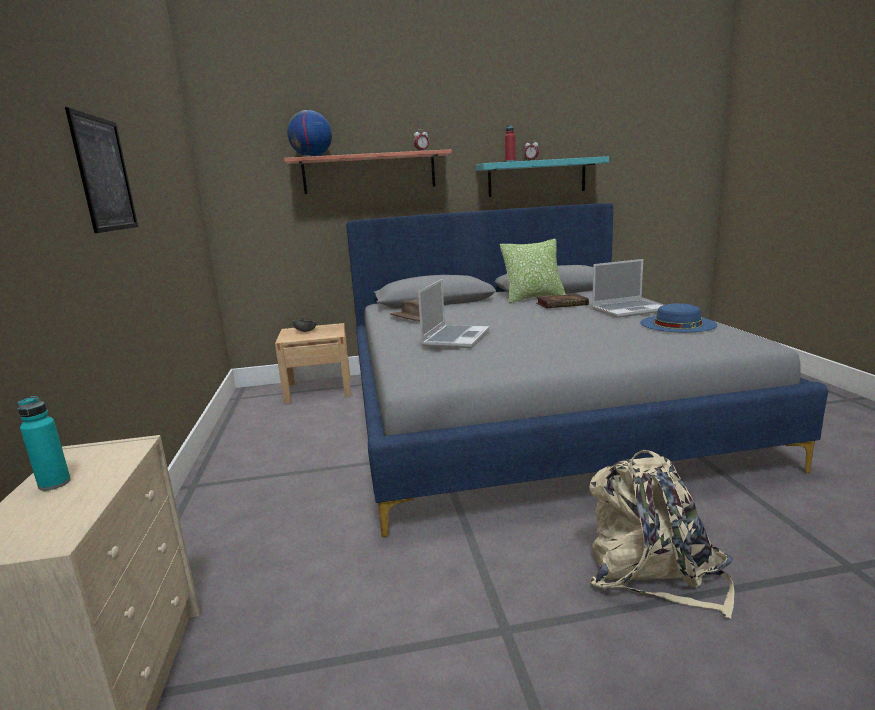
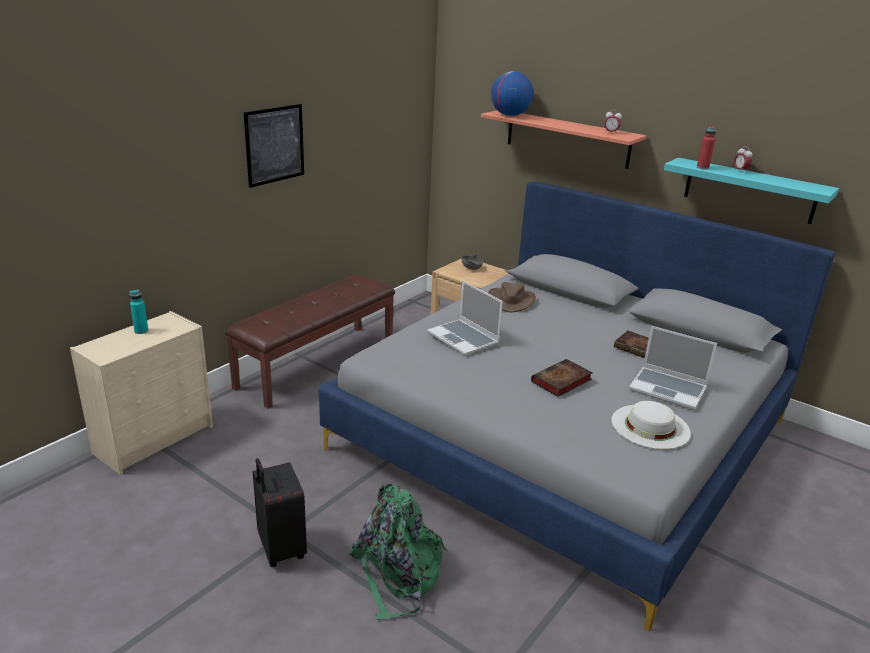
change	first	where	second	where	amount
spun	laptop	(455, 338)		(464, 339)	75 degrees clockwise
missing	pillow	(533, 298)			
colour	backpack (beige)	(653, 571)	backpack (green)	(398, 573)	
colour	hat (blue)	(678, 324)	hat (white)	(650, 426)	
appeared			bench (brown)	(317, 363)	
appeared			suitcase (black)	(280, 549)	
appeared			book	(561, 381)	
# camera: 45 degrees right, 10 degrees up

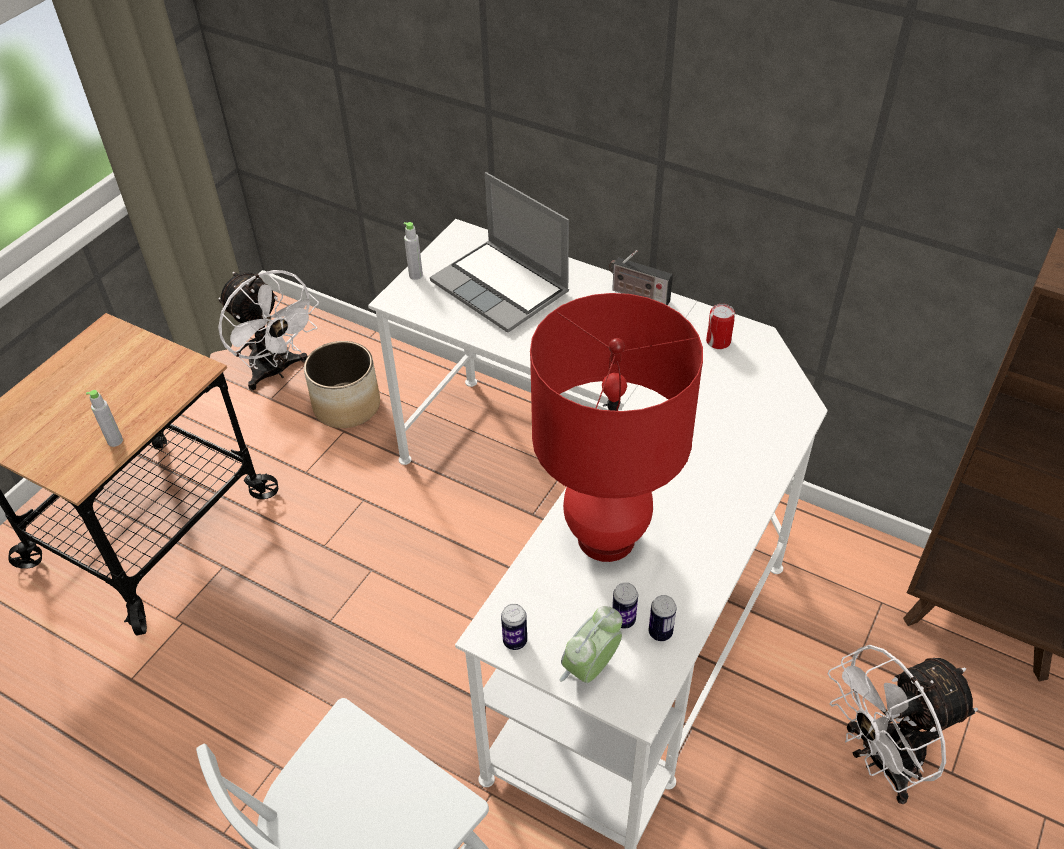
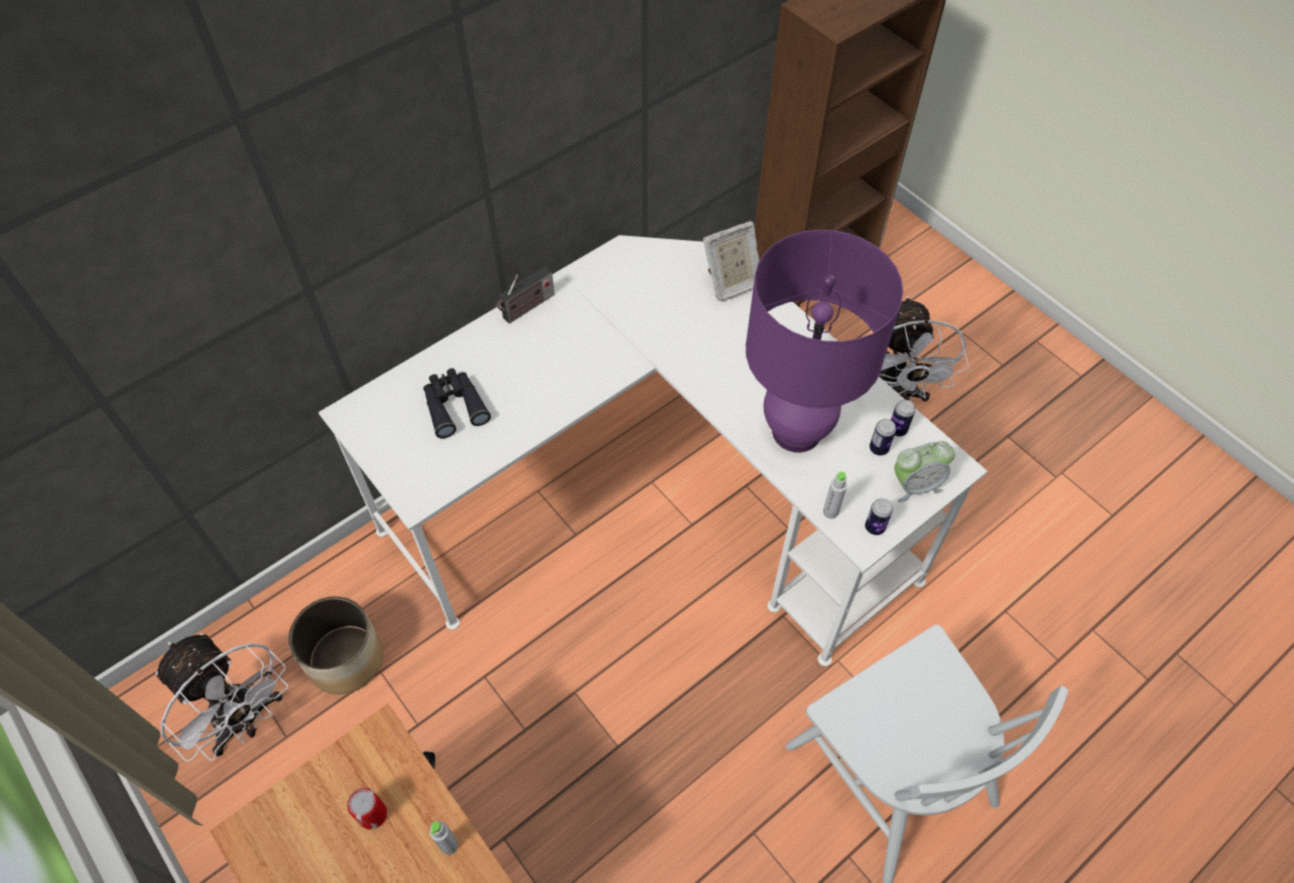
change	first	where	second	where	amount
spun	fan (white)	(276, 371)		(245, 721)	60 degrees clockwise
relocated	bottle (grey)	(416, 275)		(830, 512)	
exchanged	laptop	(502, 288)	binoculars (black)	(454, 405)	
colour	table lamp (red)	(606, 539)	table lamp (purple)	(796, 432)	
spun	alarm clock	(590, 668)		(915, 485)	75 degrees counterclockwise
relocated	can	(718, 341)		(372, 814)	
appeared			picture frame	(731, 283)	
# camera: 70 degrees left, 10 degrees up

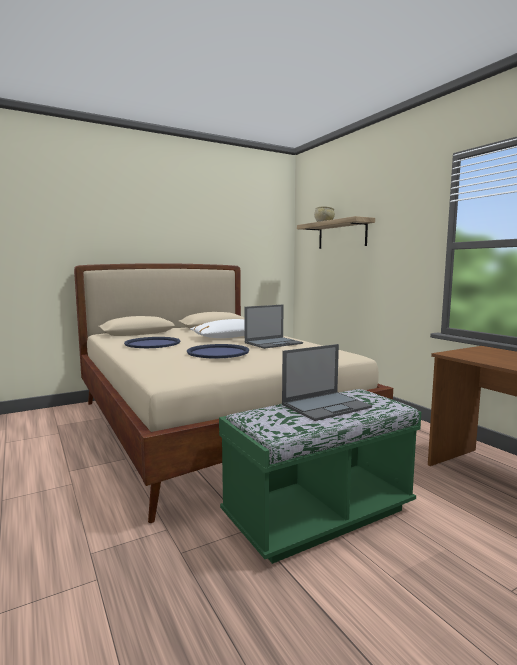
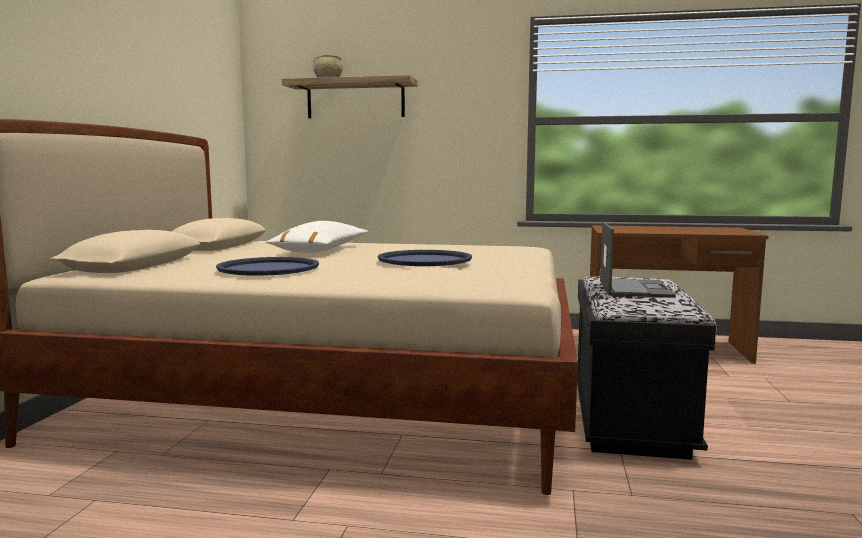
change	first	where	second	where	amount
colour	bench (green)	(319, 515)	bench (black)	(628, 416)	
missing	laptop	(274, 343)			
# camera: 50 degrees left, 0 degrees up

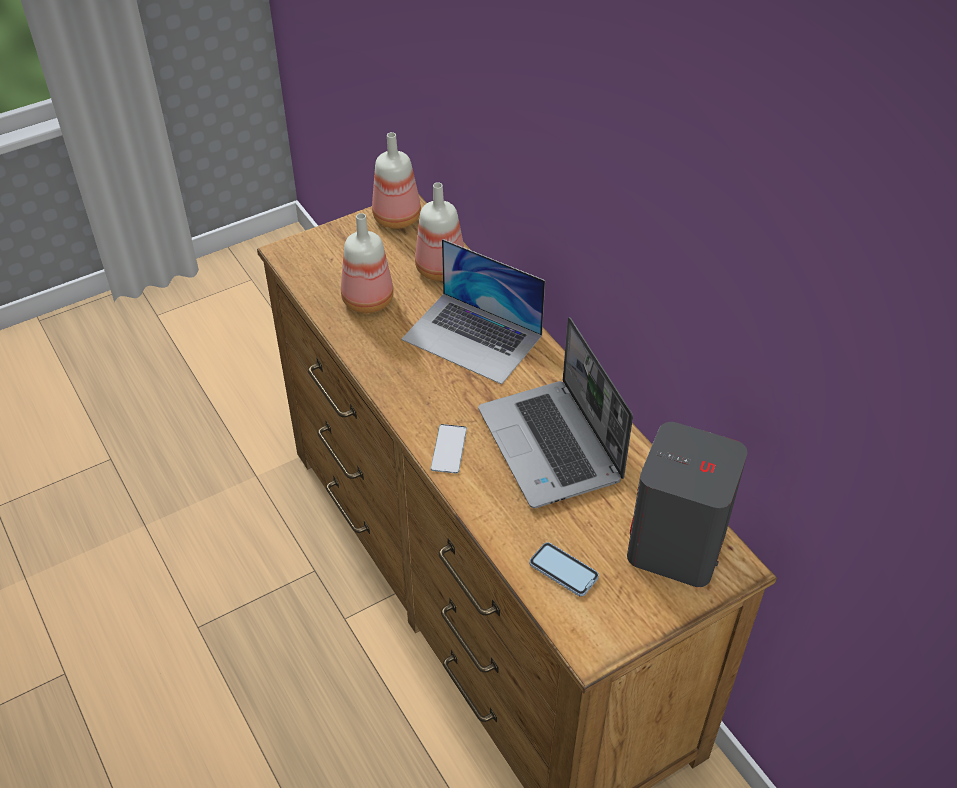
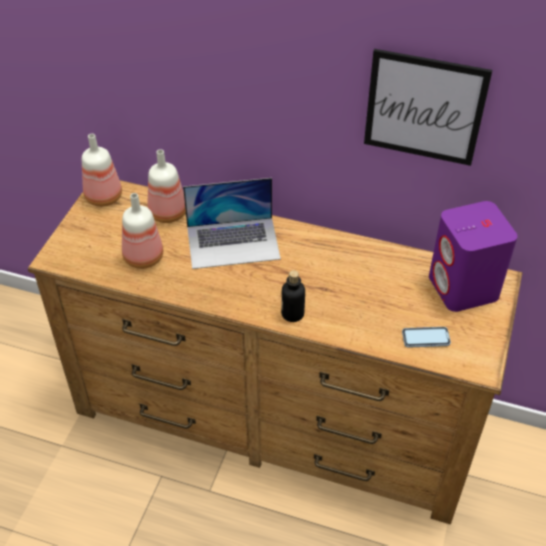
change	first	where	second	where	amount
exchanged	phone	(449, 449)	bottle	(292, 314)	
missing	laptop	(552, 446)			
colour	speaker (grey)	(676, 546)	speaker (purple)	(463, 288)	
appeared			picture	(424, 107)	
# camera: 40 degrees left, 0 degrees up

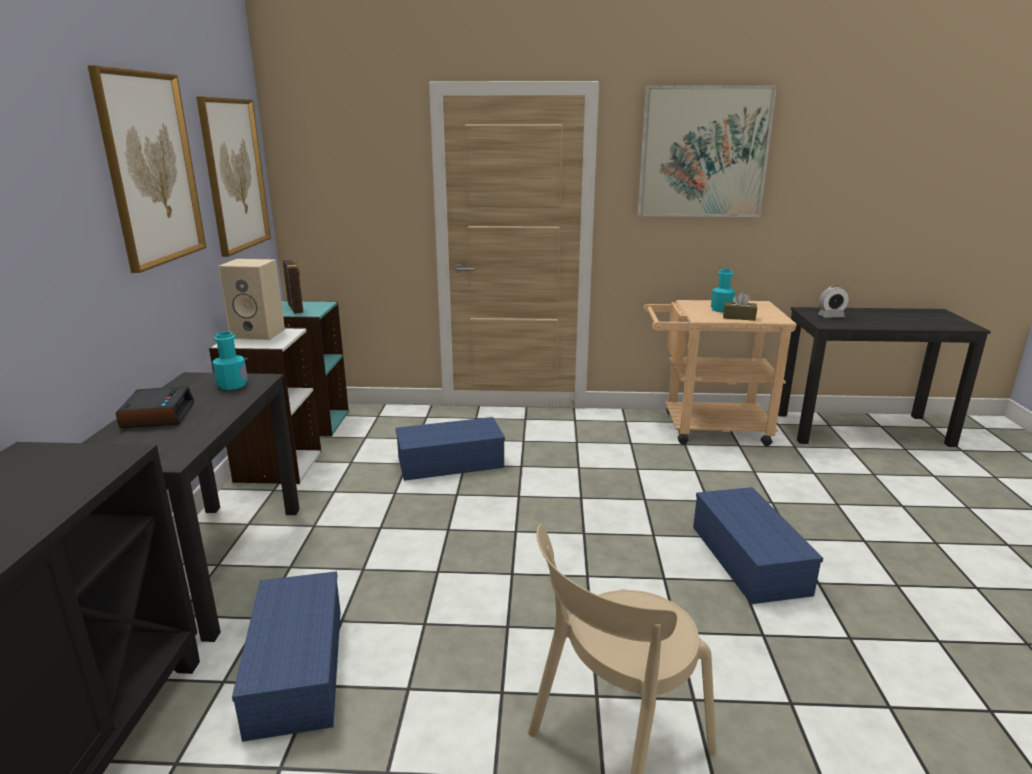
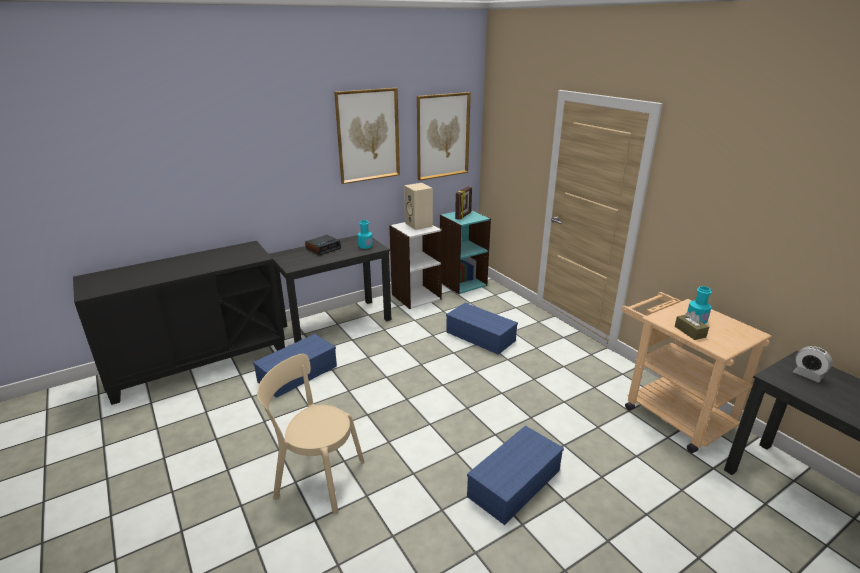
change	first	where	second	where	amount
missing	picture	(703, 152)			
# camera: 55 degrees right, 5 degrees up

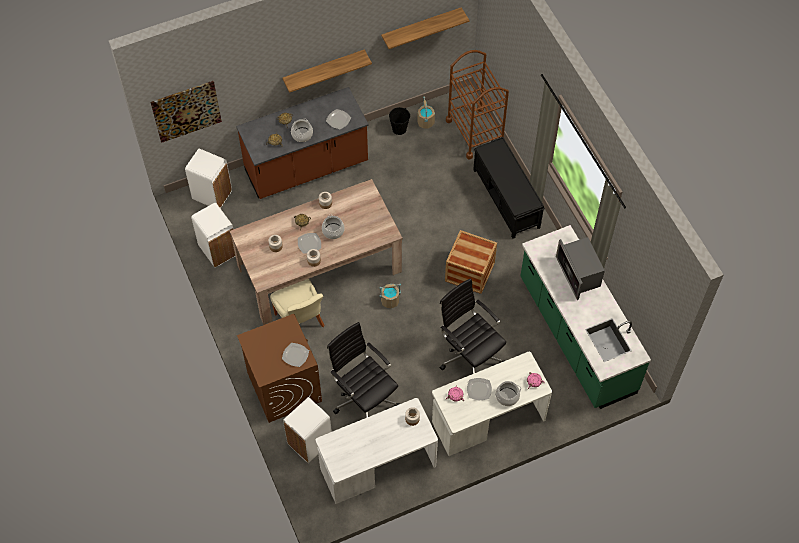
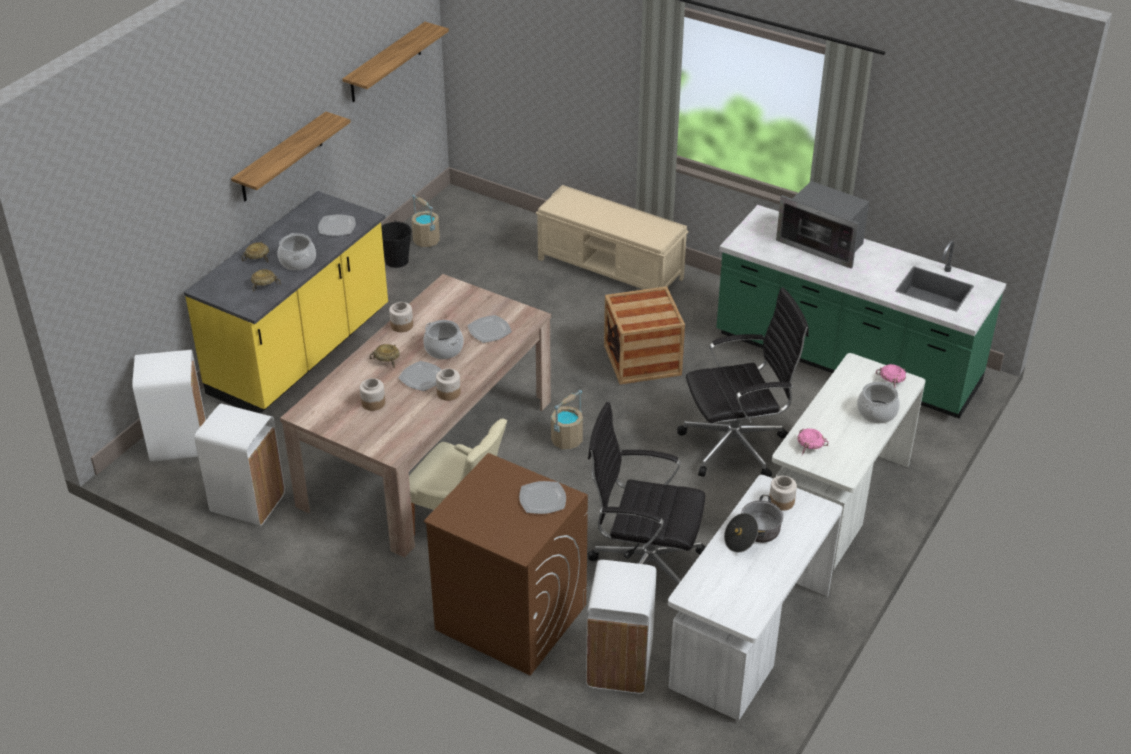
change	first	where	second	where	amount
missing	picture	(186, 111)			
colour	counter (brown)	(306, 168)	counter (yellow)	(301, 352)	
spun	office chair (black)	(469, 355)		(737, 445)	150 degrees clockwise
missing	cart (brown)	(475, 132)			
relocated	plate	(479, 389)		(489, 330)	
colour	bench (black)	(506, 199)	bench (beige)	(611, 269)	
appeared			cooking pot	(753, 535)	
# camera: 35 degrees left, 20 degrees down

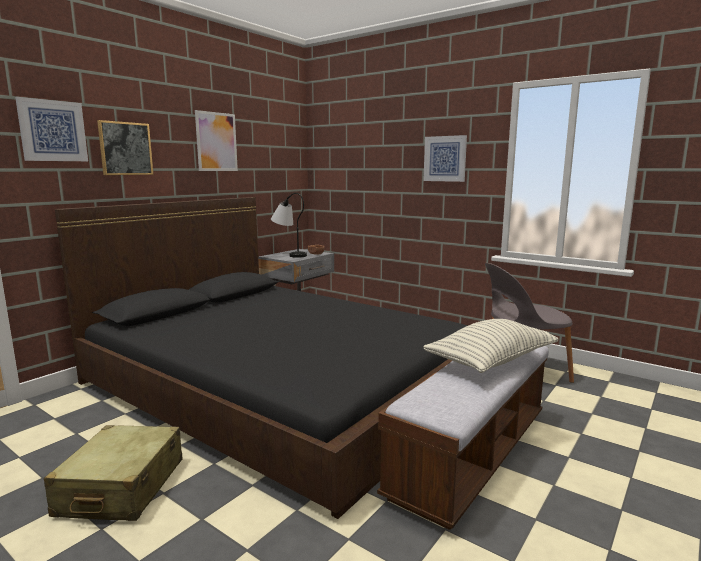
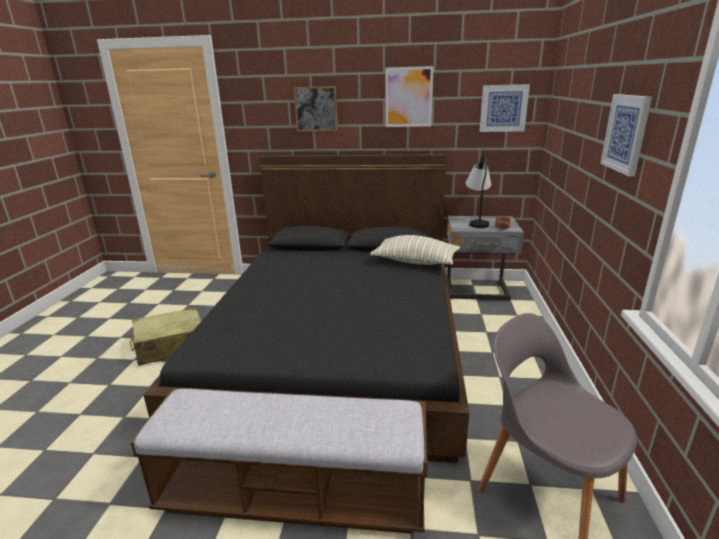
change	first	where	second	where	amount
relocated	picture	(52, 131)		(503, 108)	
relocated	pillow	(491, 361)		(415, 262)	
# camera: 60 degrees right, 10 degrees up

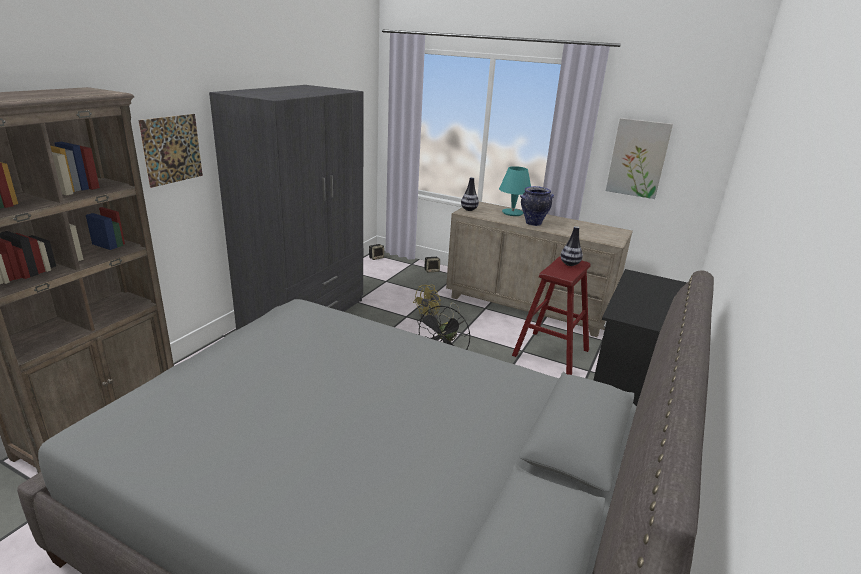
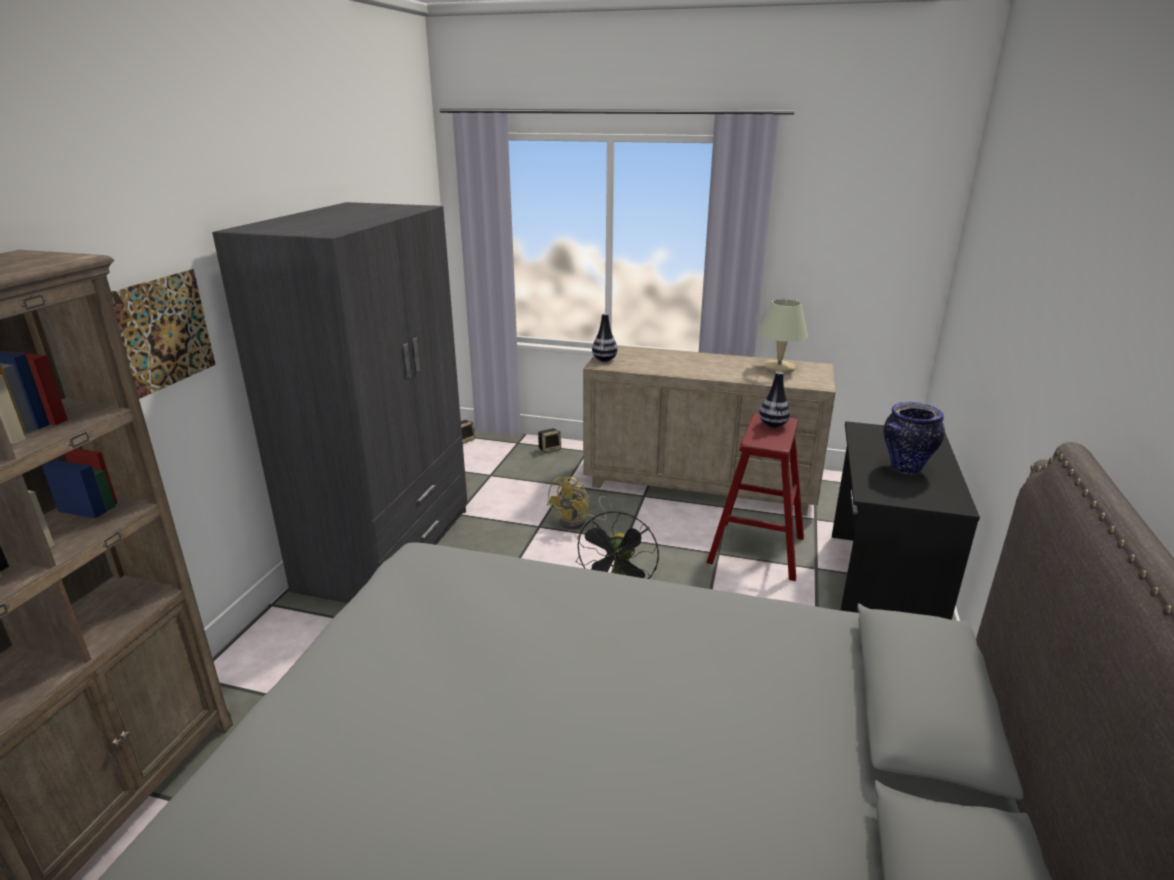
change	first	where	second	where	amount
missing	table lamp (turquoise)	(512, 213)			
relocated	vase	(533, 223)		(905, 468)	
missing	picture	(638, 158)			
appeared			table lamp (beige)	(778, 367)	
# camera: 10 degrees left, 0 degrees up

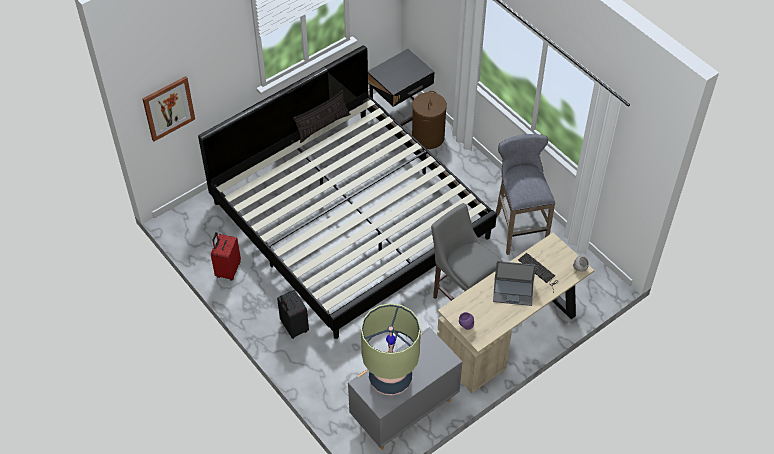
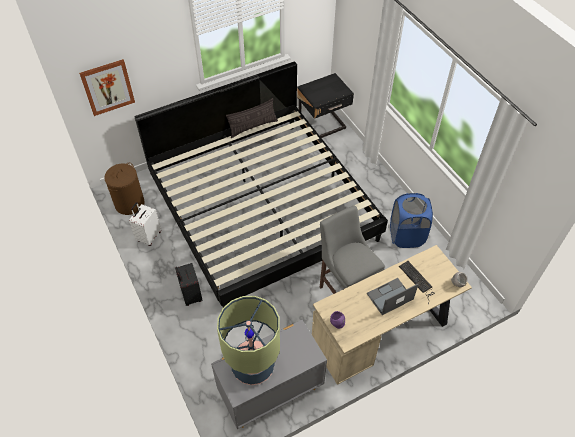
change	first	where	second	where	amount
colour	suitcase (red)	(227, 270)	suitcase (white)	(148, 236)	
relocated	laundry basket (brown)	(428, 137)		(129, 203)	
spun	laptop	(513, 291)		(389, 297)	135 degrees clockwise
exchanged	stool (grey)	(518, 228)	laundry basket (blue)	(406, 236)	
# camera: 10 degrees right, 0 degrees up

